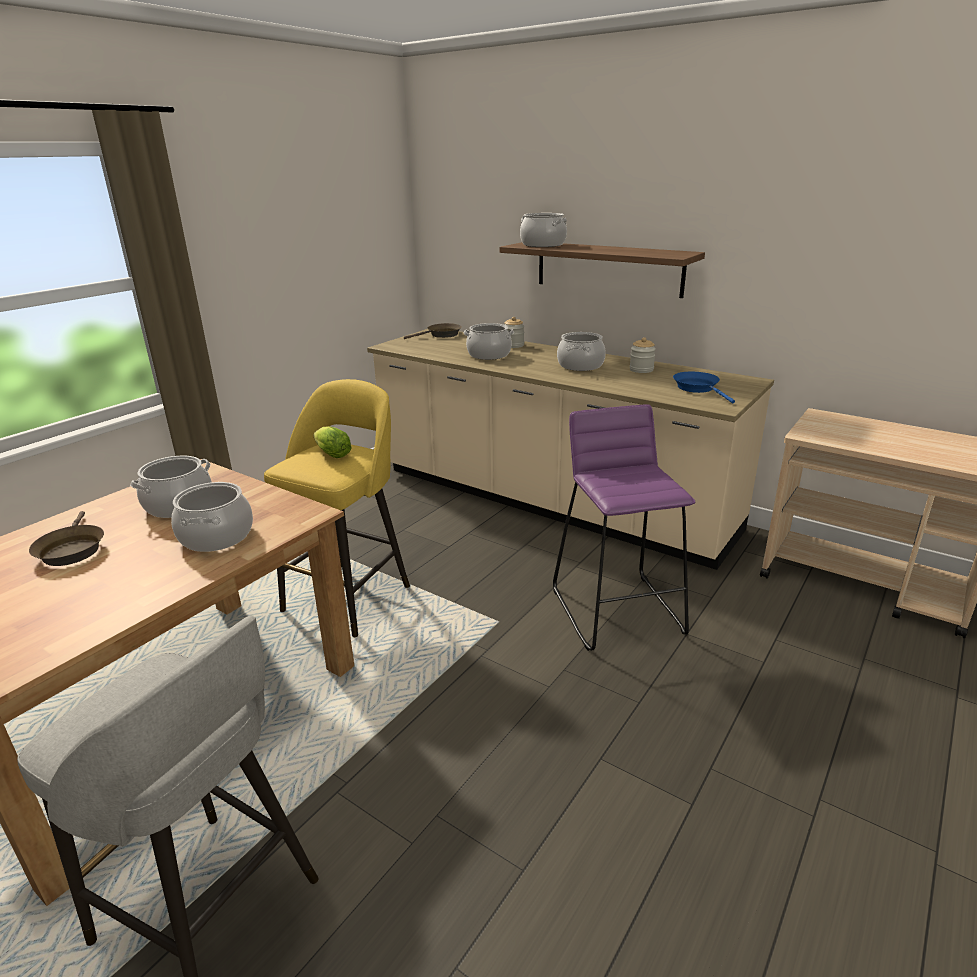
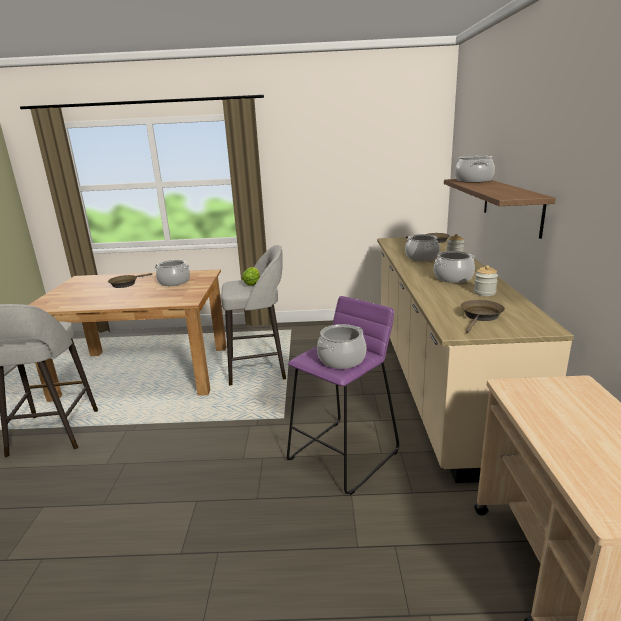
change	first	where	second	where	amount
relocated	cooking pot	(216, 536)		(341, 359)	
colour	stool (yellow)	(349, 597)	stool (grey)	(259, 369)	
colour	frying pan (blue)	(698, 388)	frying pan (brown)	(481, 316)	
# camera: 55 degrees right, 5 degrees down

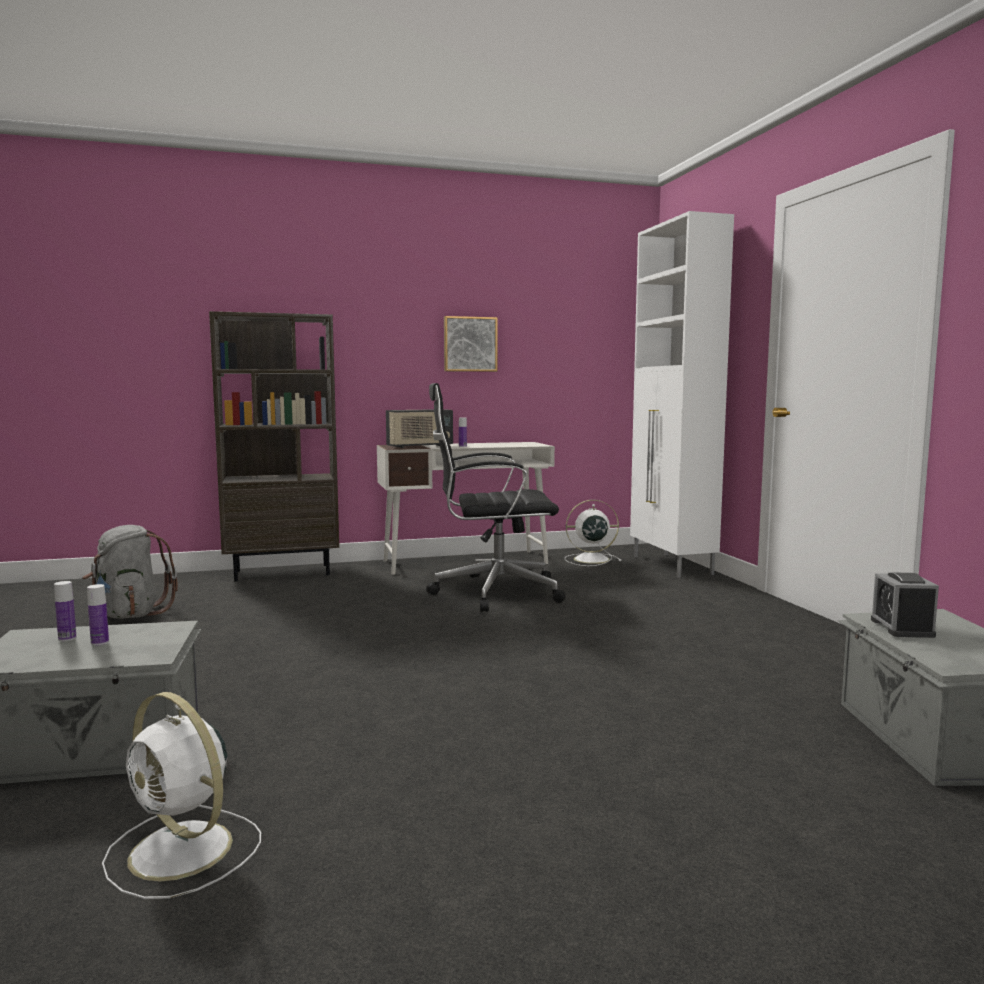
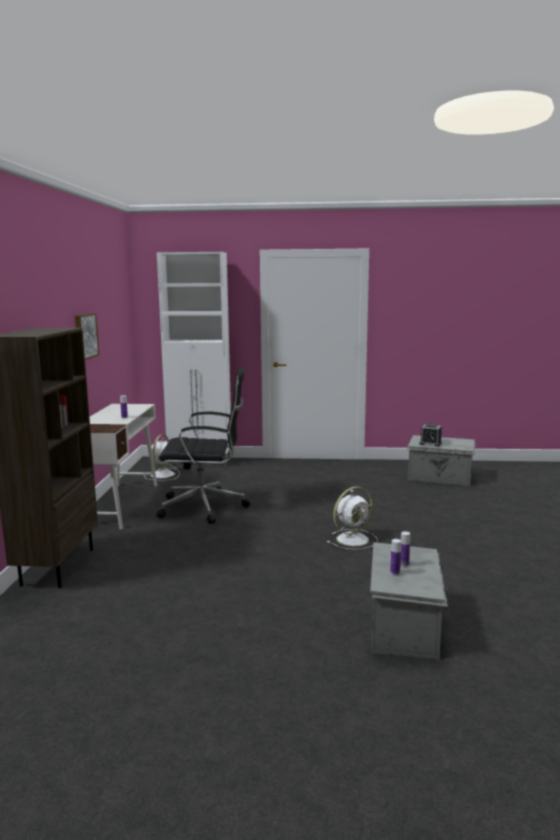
change	first	where	second	where	amount
missing	backpack (grey)	(129, 614)			
relocated	fan (white)	(184, 852)		(353, 539)	
missing	radio	(419, 446)			
spun	office chair (black)	(493, 592)		(205, 507)	105 degrees counterclockwise
# camera: 70 degrees left, 5 degrees up

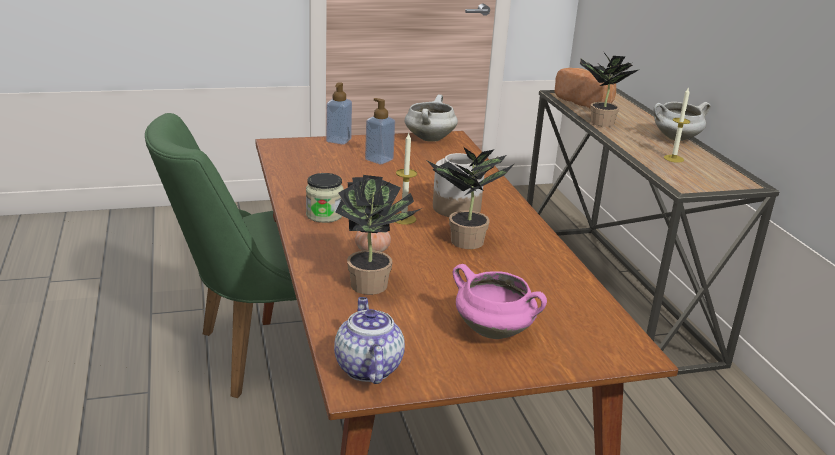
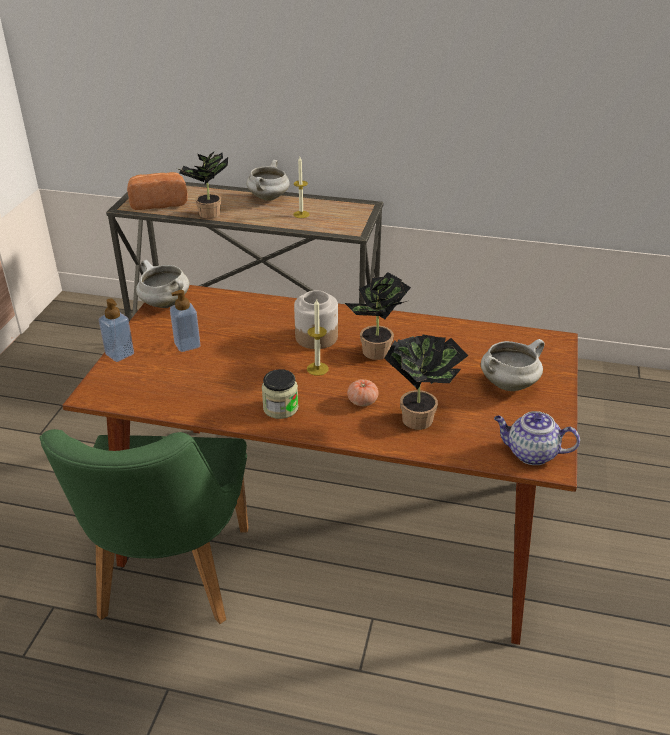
change	first	where	second	where	amount
colour	cooking pot (pink)	(495, 331)	cooking pot (white)	(509, 384)	
# camera: 60 degrees left, 10 degrees up

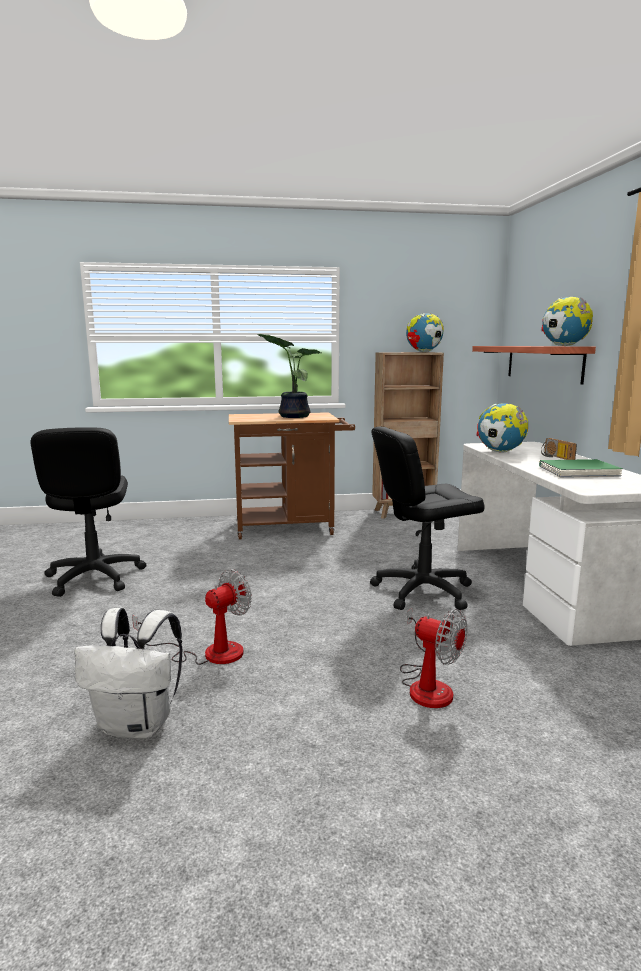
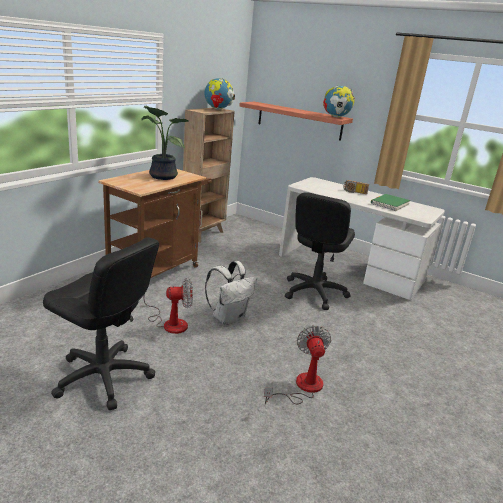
change	first	where	second	where	amount
relocated	backpack (white)	(138, 725)		(229, 317)	
relocated	fan	(427, 685)		(169, 322)	
missing	globe	(500, 452)			
# camera: 50 degrees left, 10 degrees up

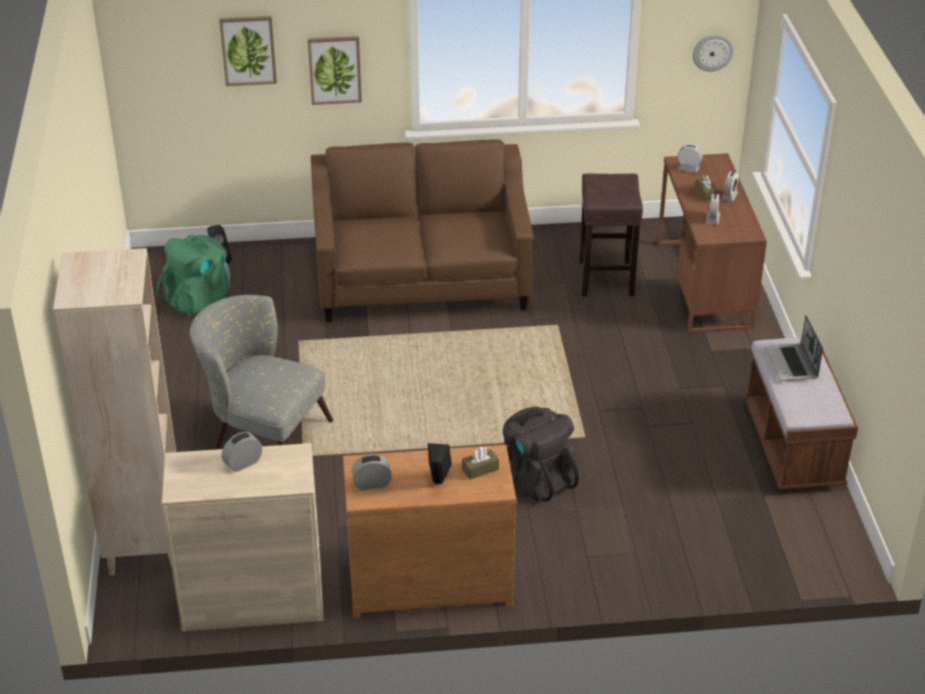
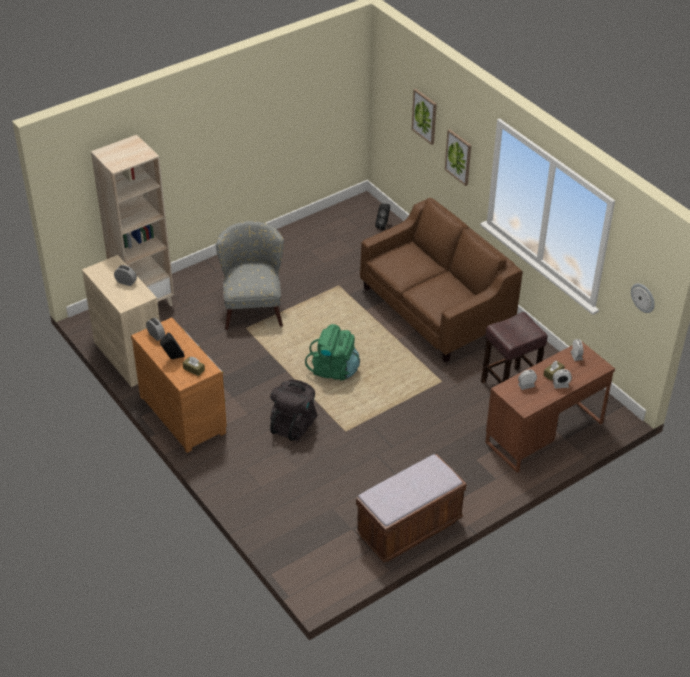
change	first	where	second	where	amount
relocated	backpack (green)	(199, 299)		(334, 370)	
missing	laptop	(792, 364)			
# camera: 60 degrees right, 5 degrees up

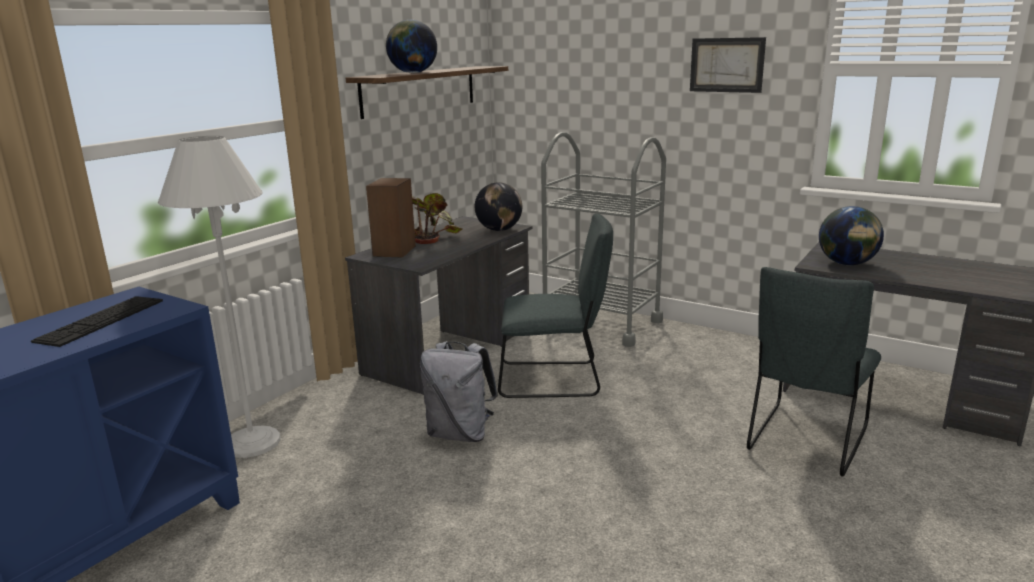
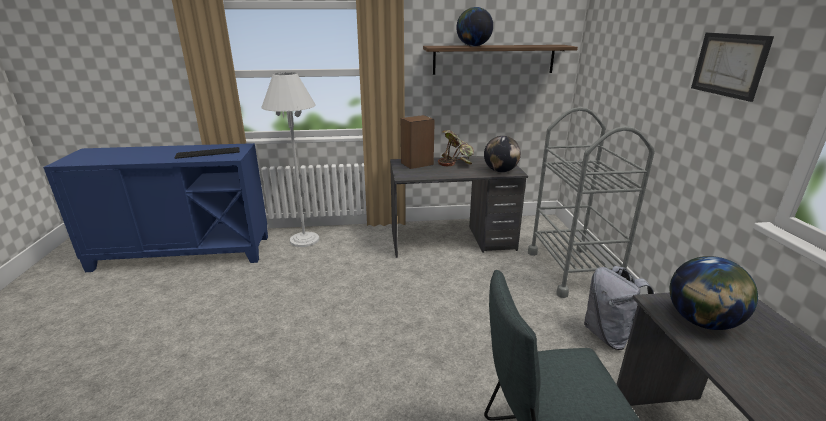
change	first	where	second	where	amount
relocated	backpack (grey)	(460, 433)		(610, 336)	
missing	chair (grey)	(554, 379)			
# camera: 50 degrees right, 5 degrees up

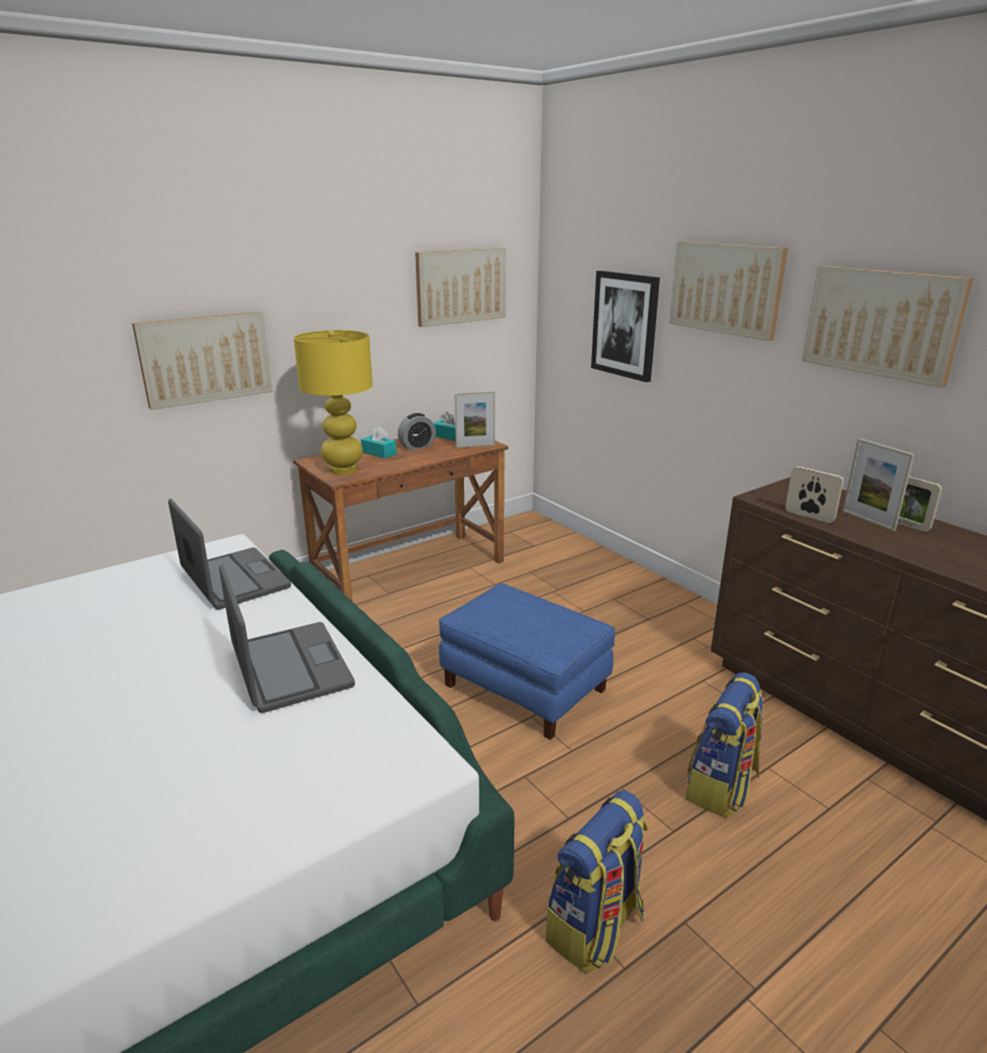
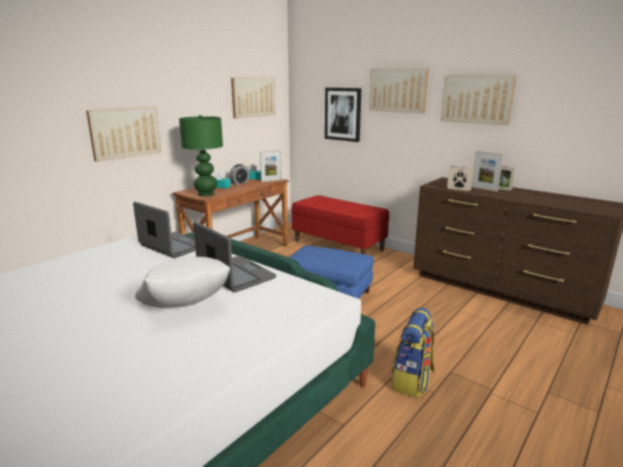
change	first	where	second	where	amount
colour	table lamp (yellow)	(344, 469)	table lamp (green)	(206, 194)	
missing	backpack	(721, 787)			
appeared			pillow (white)	(184, 308)	
appeared			bench (red)	(338, 245)	
# camera: 15 degrees left, 5 degrees down

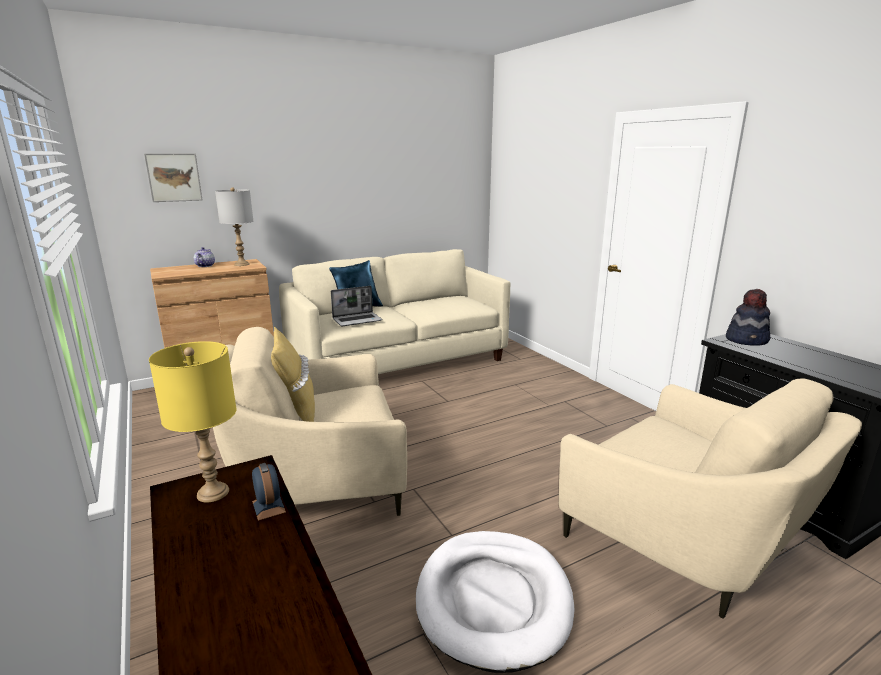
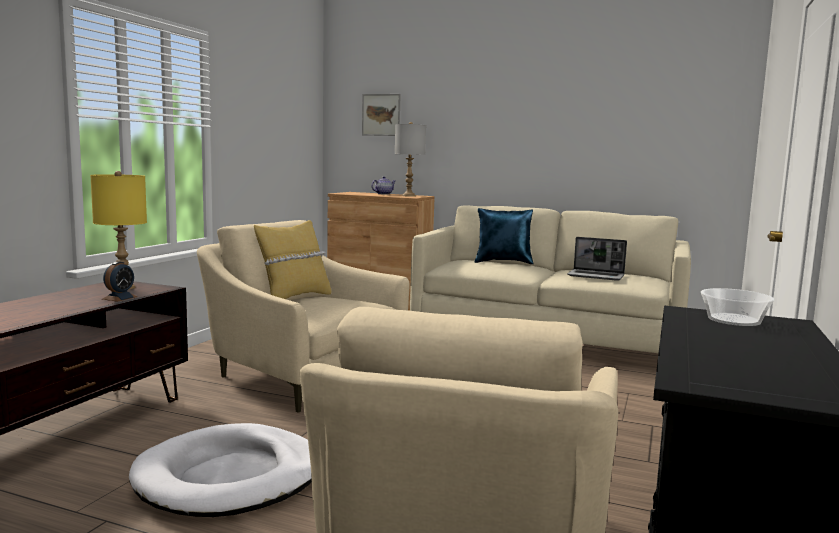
change	first	where	second	where	amount
relocated	laptop	(357, 320)		(596, 276)	
exchanged	hat	(747, 340)	bowl	(734, 320)	
# camera: 50 degrees right, 10 degrees down

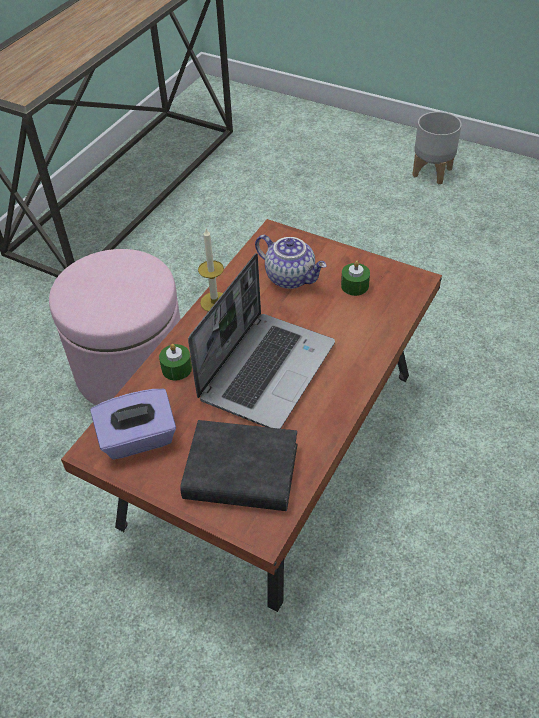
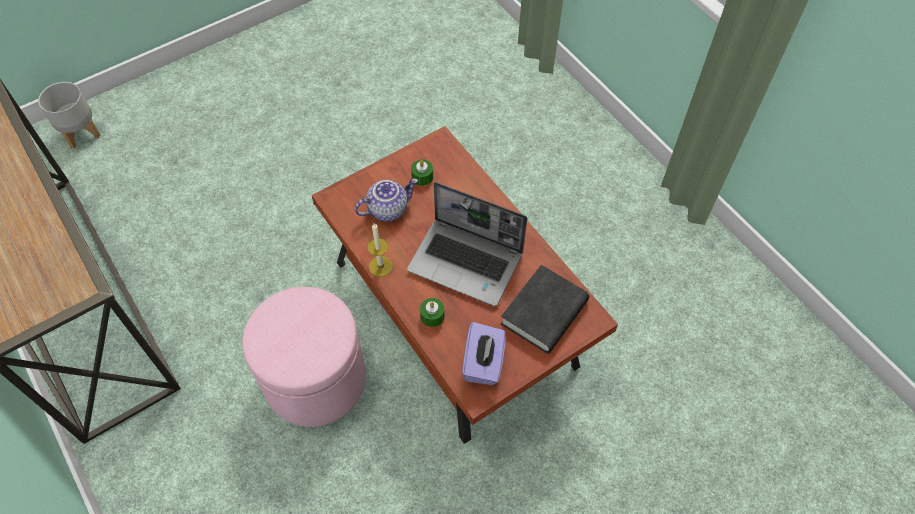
change	first	where	second	where	amount
spun	laptop	(266, 369)		(467, 262)	150 degrees clockwise
relocated	planter (grey)	(432, 172)		(81, 133)	
# camera: 65 degrees left, 10 degrees up

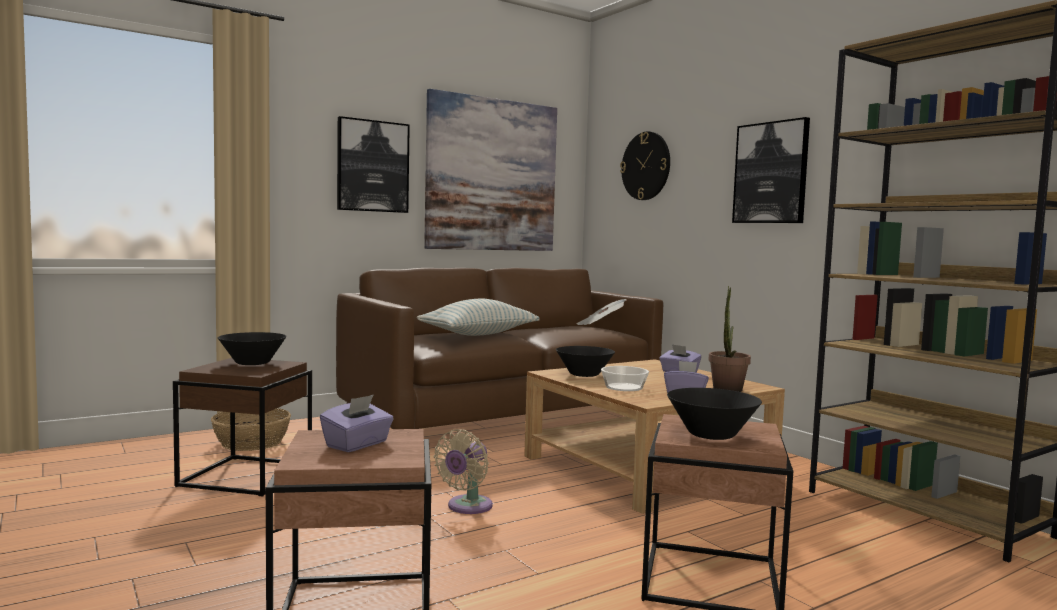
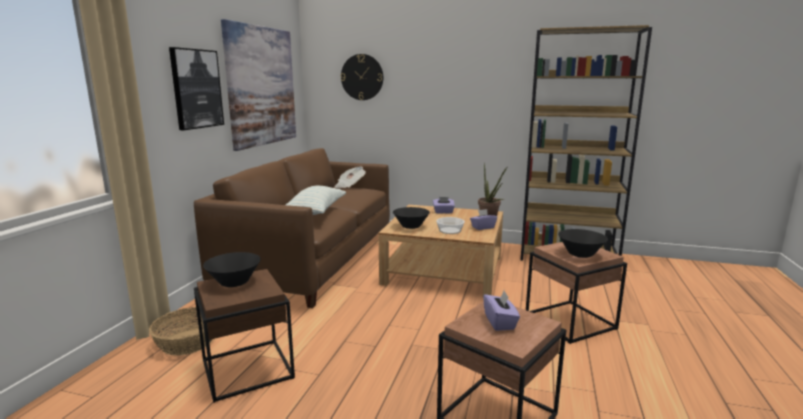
change	first	where	second	where	amount
missing	fan (beige)	(467, 507)			
missing	picture	(771, 173)			
# camera: 40 degrees left, 10 degrees up

